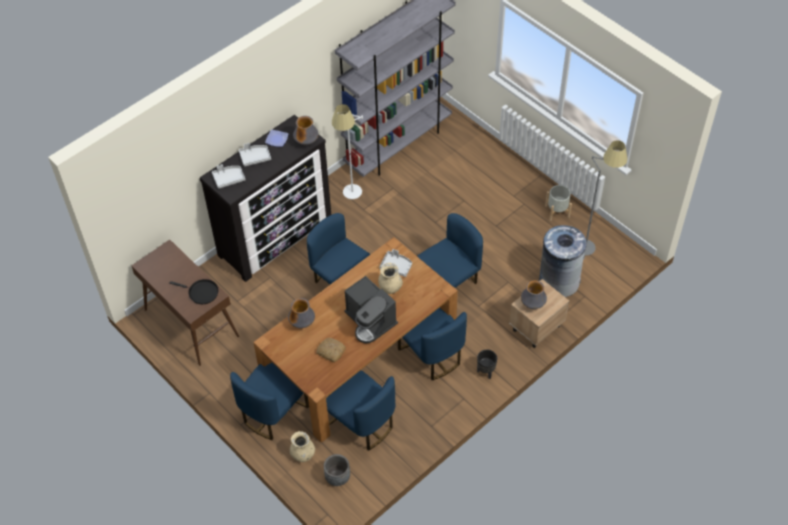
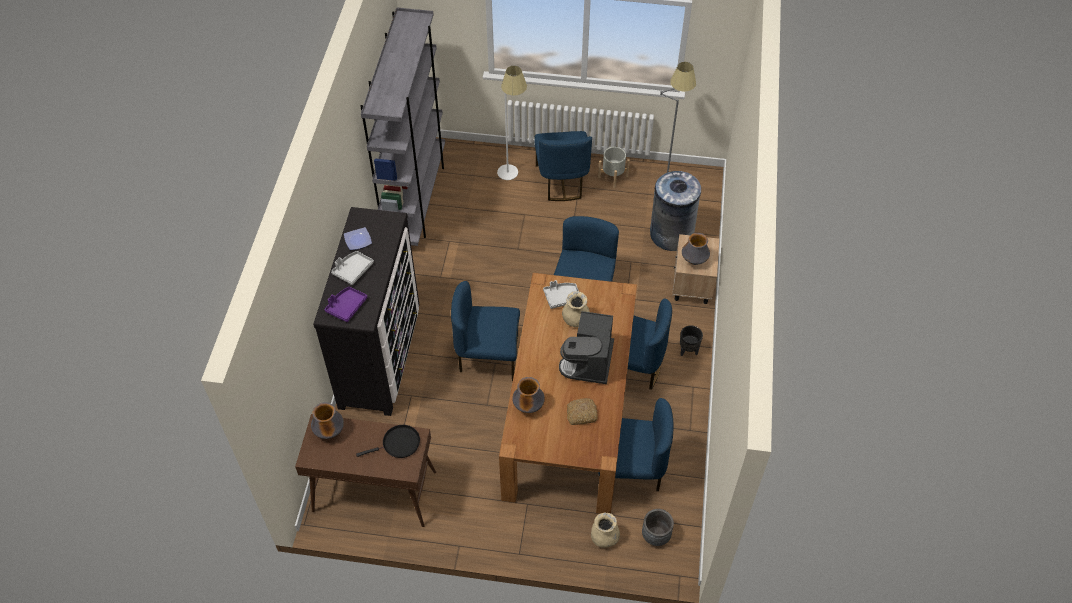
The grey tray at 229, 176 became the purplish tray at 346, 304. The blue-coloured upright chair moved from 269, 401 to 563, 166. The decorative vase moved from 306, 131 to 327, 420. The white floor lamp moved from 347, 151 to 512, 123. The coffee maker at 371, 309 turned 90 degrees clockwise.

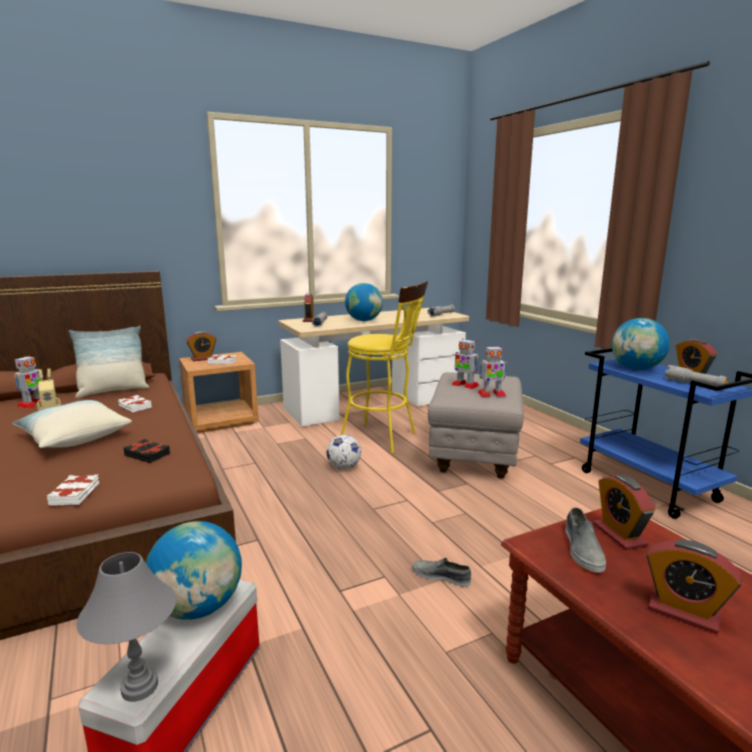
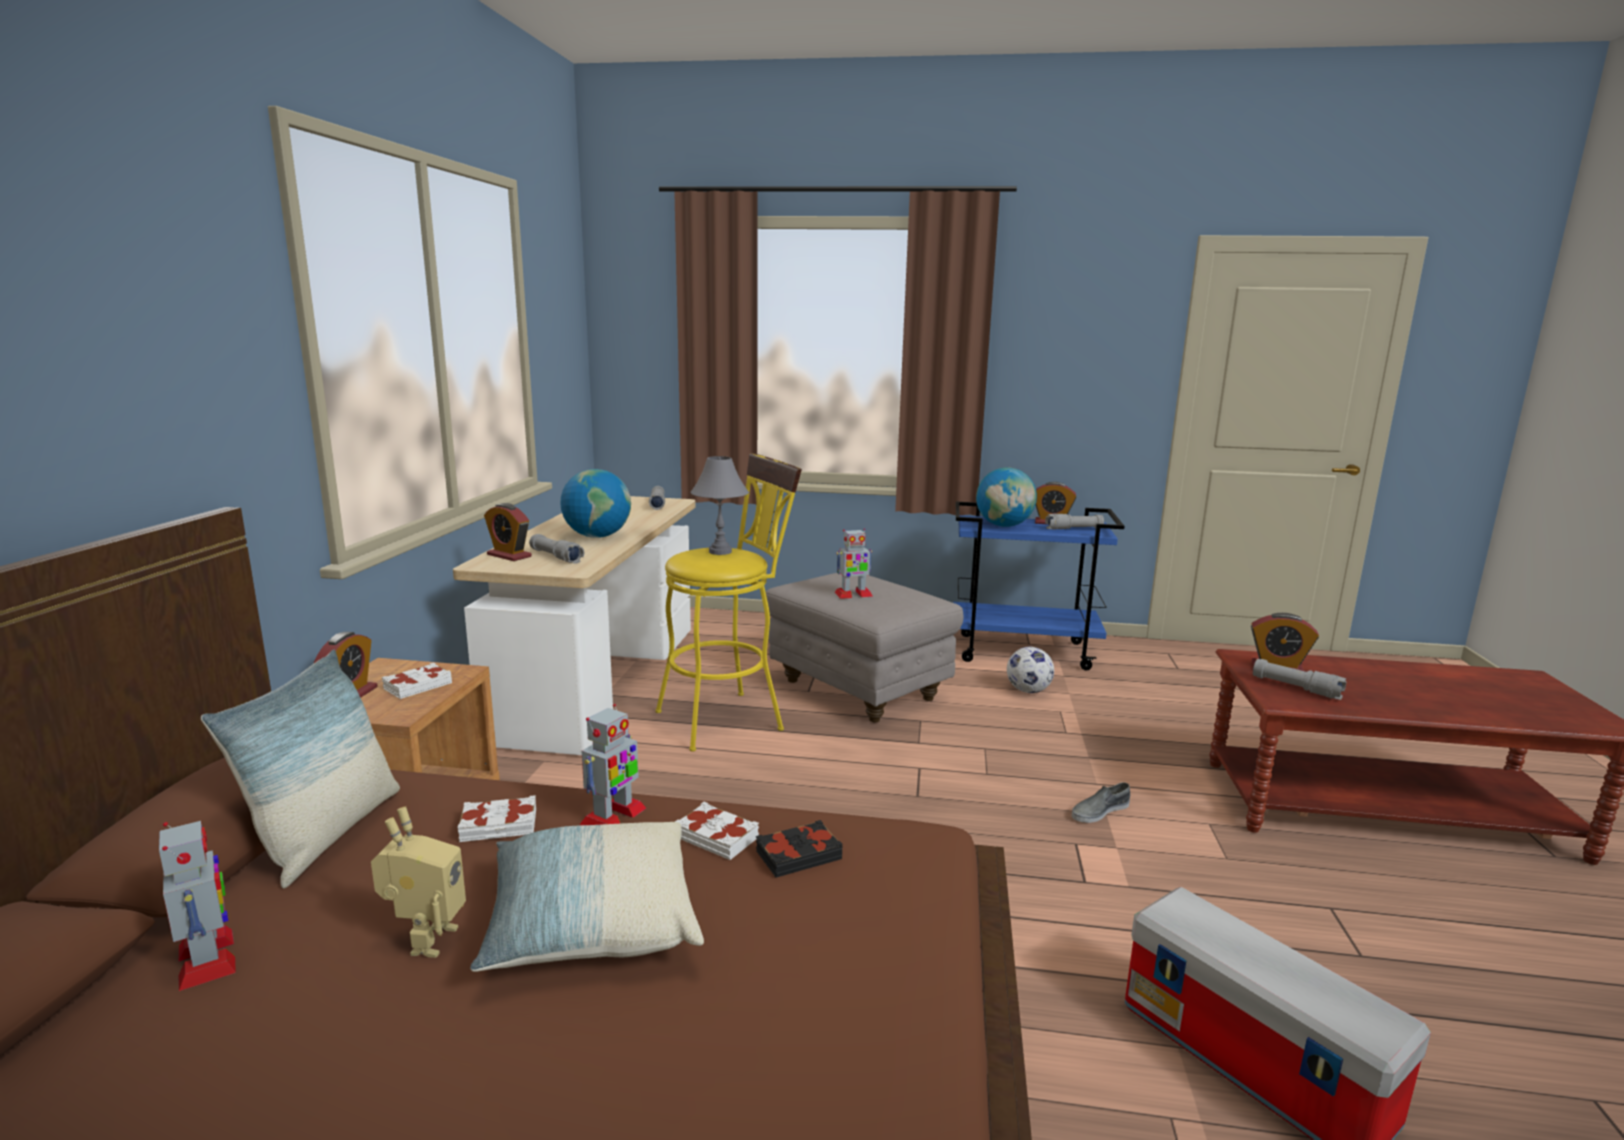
The white bound book moved from 73, 490 to 717, 831. The grey table lamp moved from 126, 627 to 720, 505. The desk globe at 194, 570 disappeared. The football moved from 344, 452 to 1030, 670. The robot figure moved from 492, 371 to 612, 764. The grey item of footwear at 585, 540 was replaced by the grey hand torch at 1299, 679. The table clock at 694, 587 disappeared.

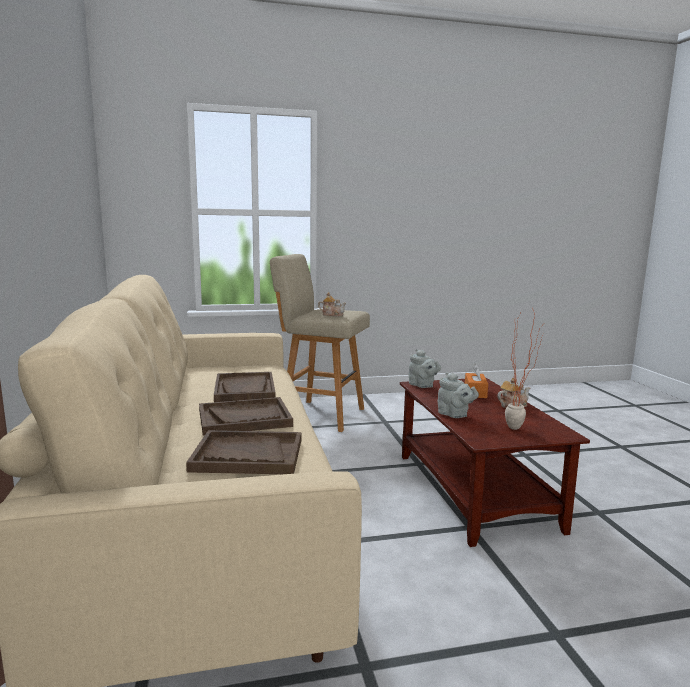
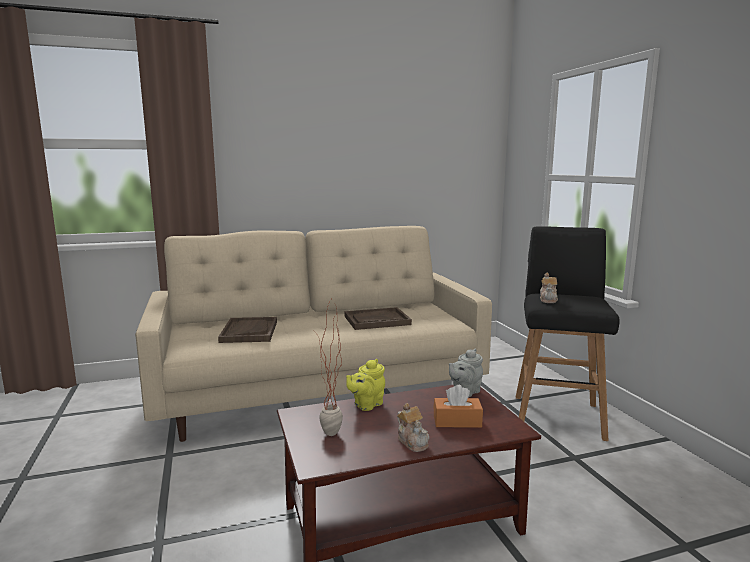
The brown-coloured tray at 246, 416 disappeared. The beige-coloured stool seat at 320, 343 became the blackish stool seat at 568, 333. The grey tea pot at 458, 395 became the yellowish tea pot at 365, 385.

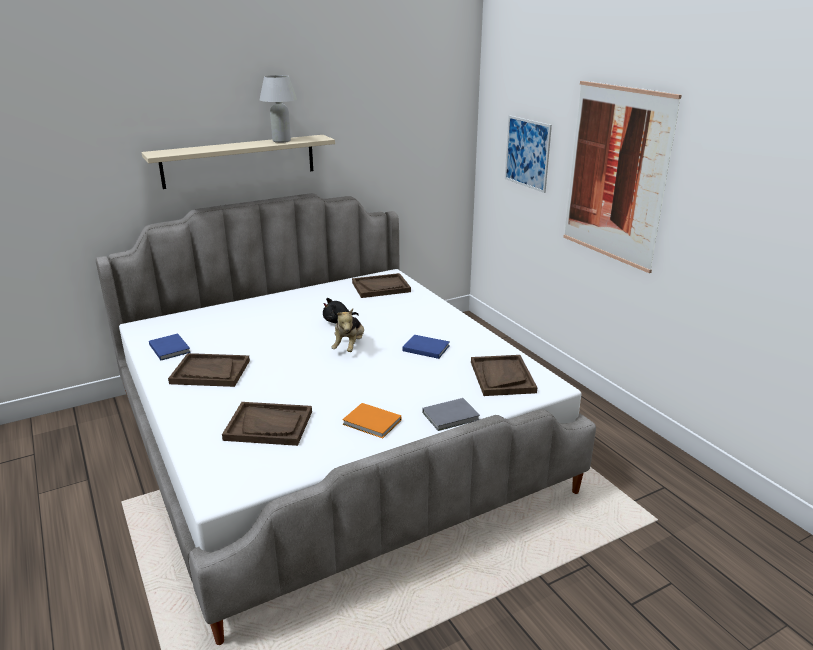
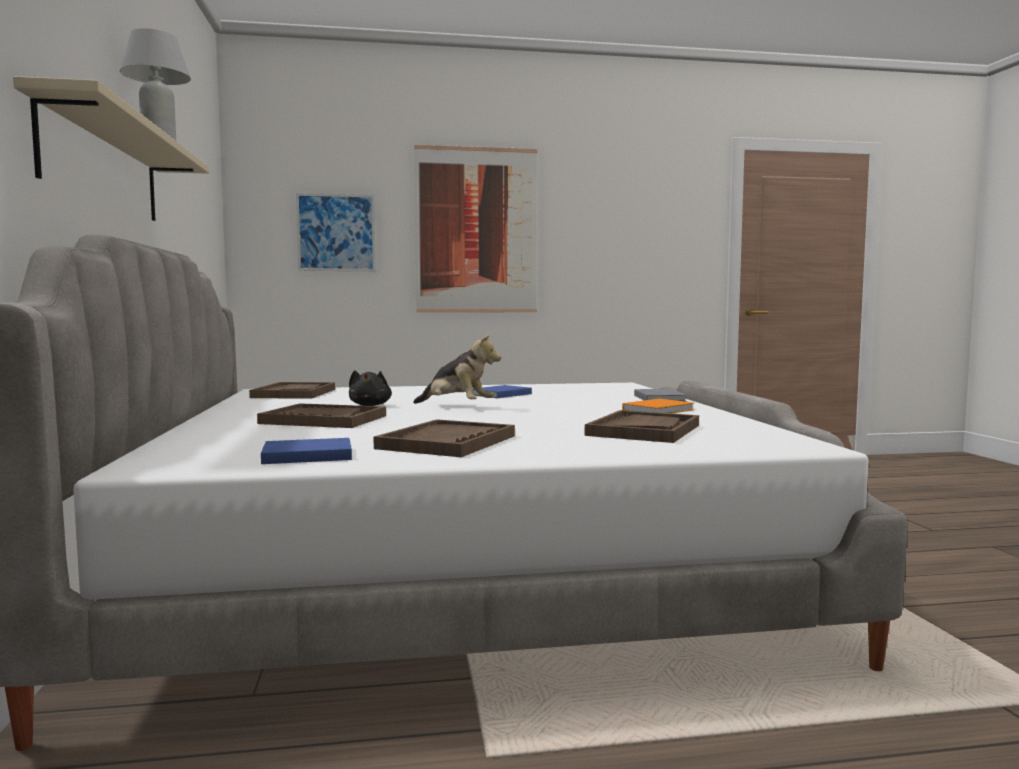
The brown-coloured tray moved from 504, 375 to 321, 415.

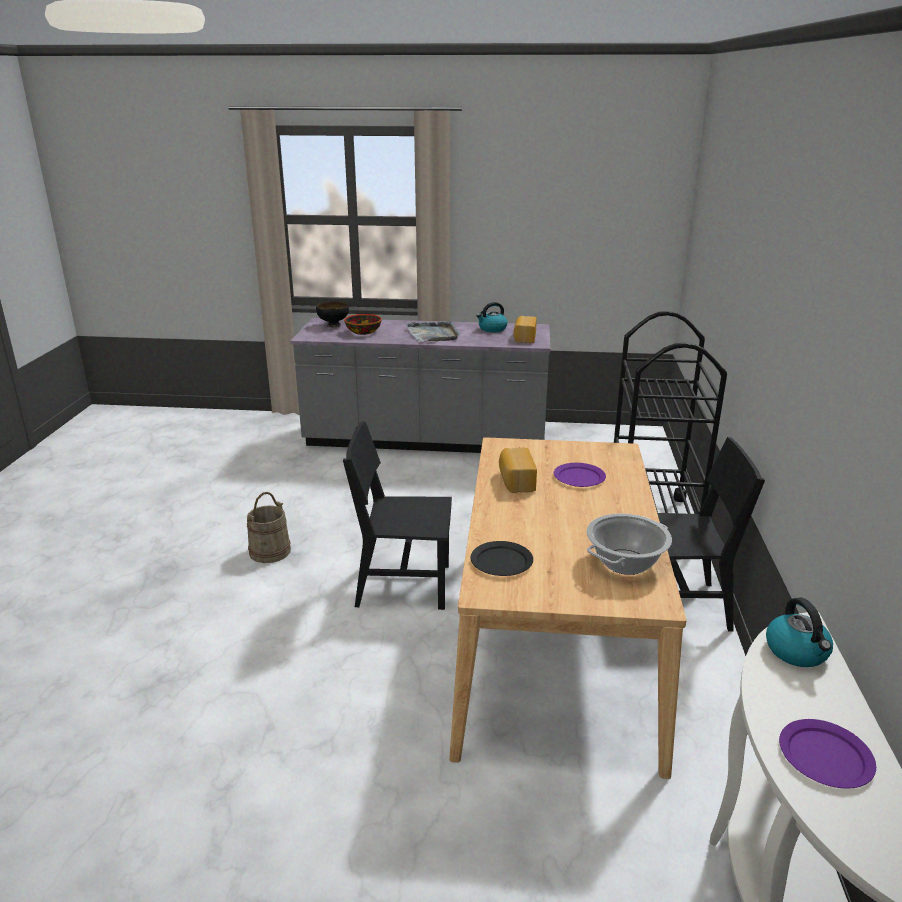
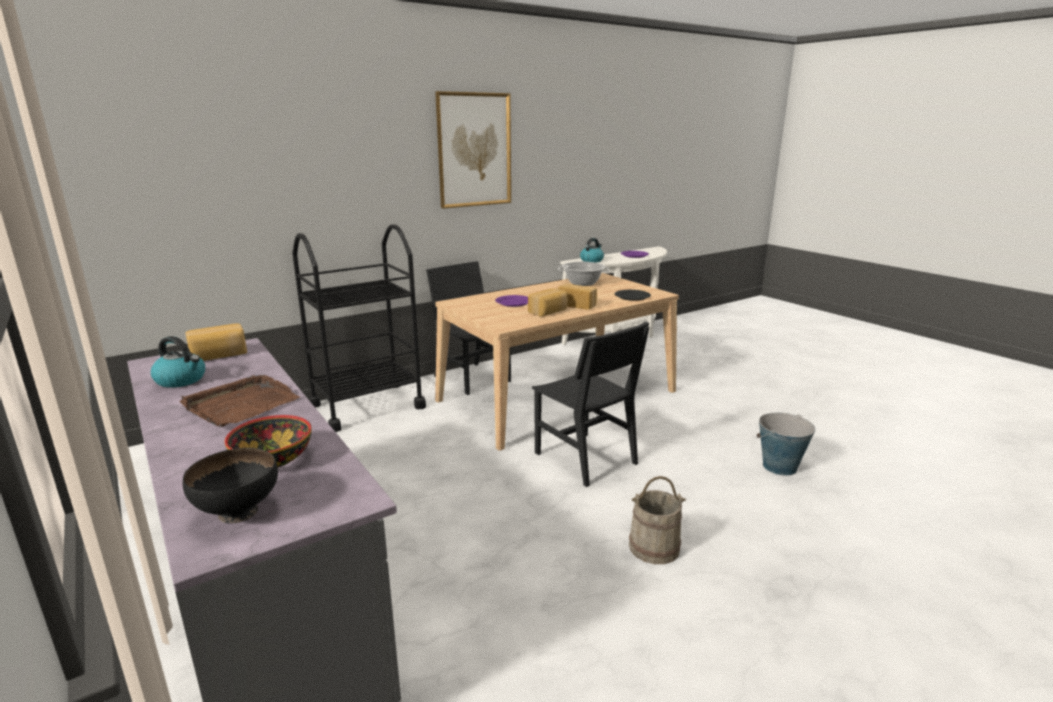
The grey tray at 433, 331 became the brown-coloured tray at 239, 401. The wall picture at 473, 150 appeared. The bakery bread at 577, 296 appeared. The pail at 786, 444 appeared.

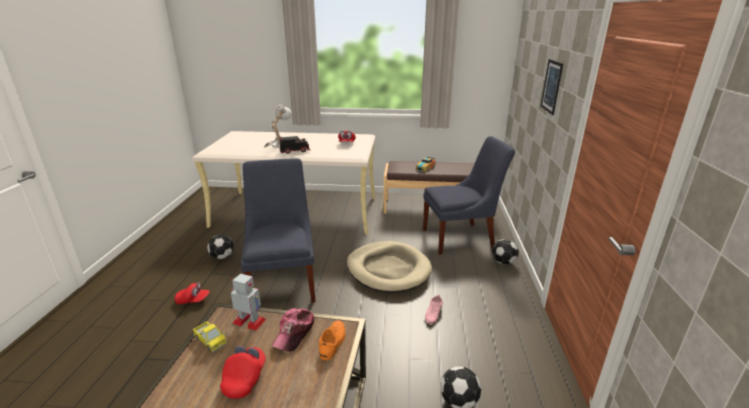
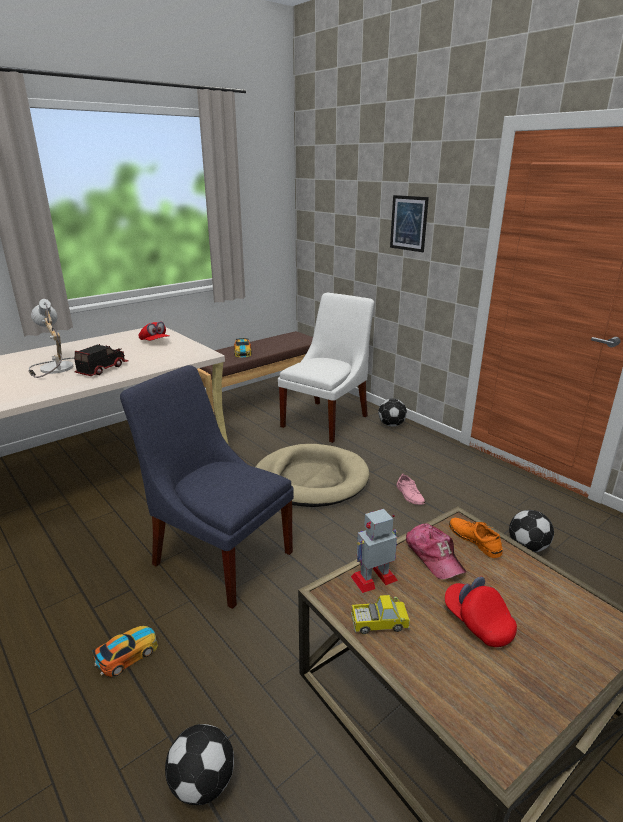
The reddish cap at 192, 293 was replaced by the toy car at 125, 651. The football moved from 220, 246 to 199, 764. The blue-coloured upright chair at 469, 195 became the white upright chair at 326, 368.

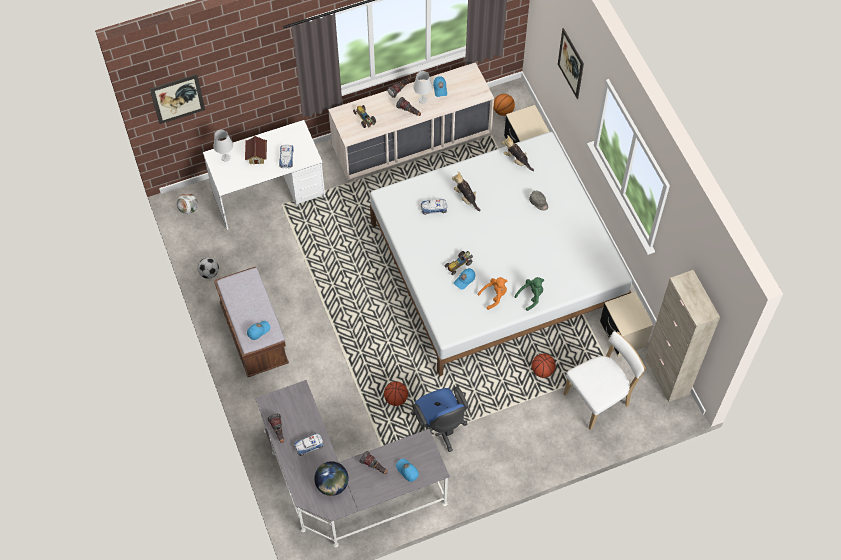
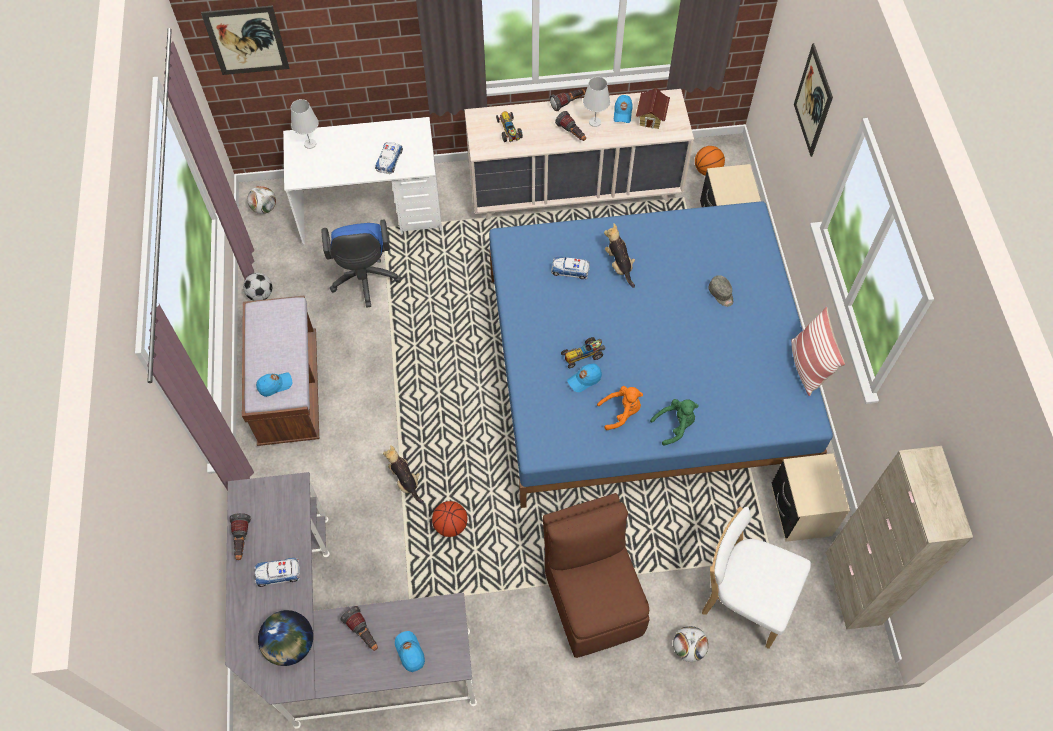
The miniature house moved from 256, 150 to 653, 108. The white bedroom bed at 501, 254 became the blue-coloured bedroom bed at 661, 354. The blue-coloured office chair moved from 440, 419 to 362, 263. The cuddly toy moved from 518, 153 to 403, 474. The ball for basketball at 543, 366 disappeared. The white upright chair at 604, 380 turned 135 degrees counterclockwise. The brown-coloured upright chair at 596, 575 appeared. The football at 691, 644 appeared. The pillow at 818, 351 appeared.

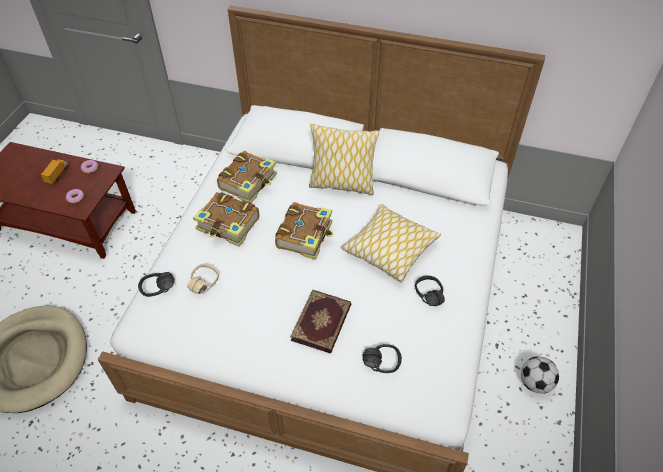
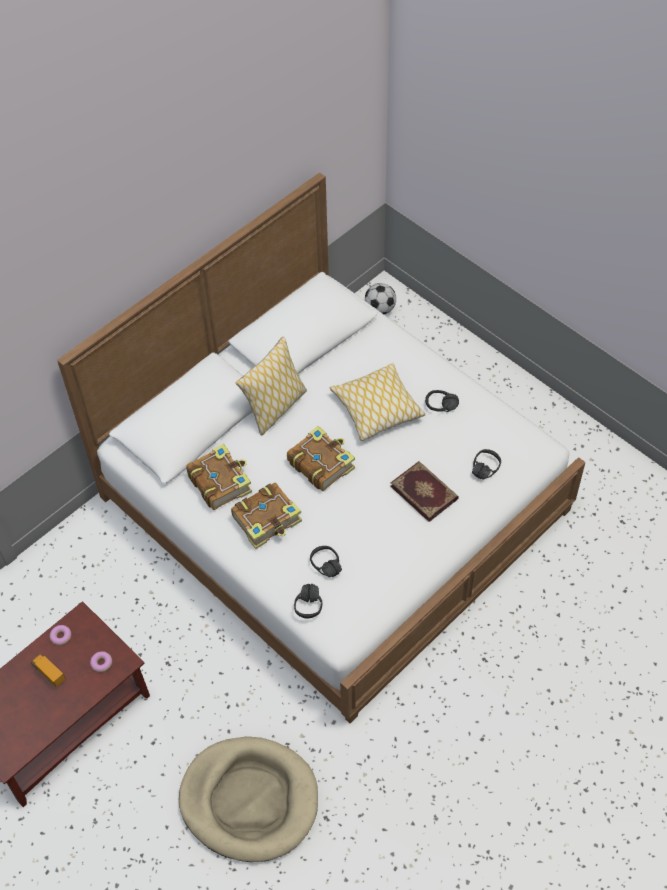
The beige-coloured pair of headphones at 203, 278 became the blackish pair of headphones at 326, 561. The football moved from 540, 375 to 380, 299.

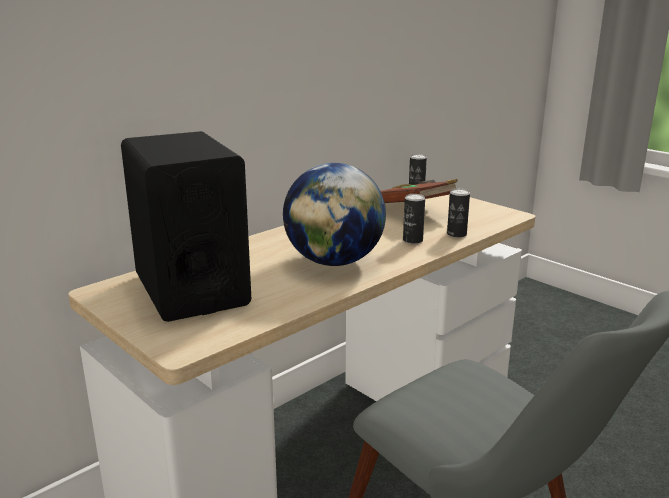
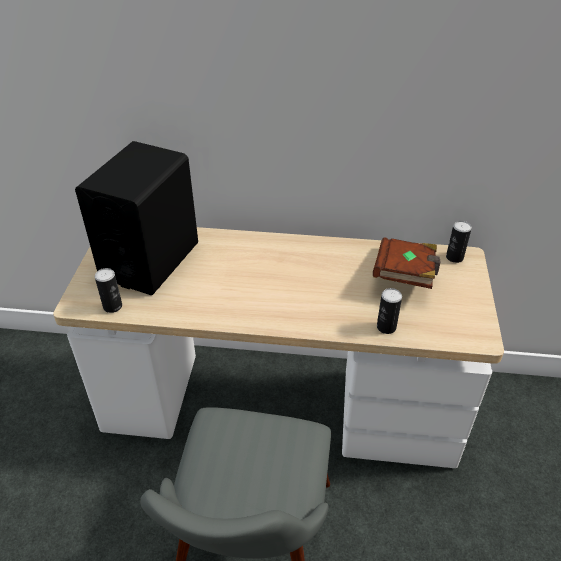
The desk globe at 334, 214 disappeared. The can moved from 414, 219 to 108, 290.

